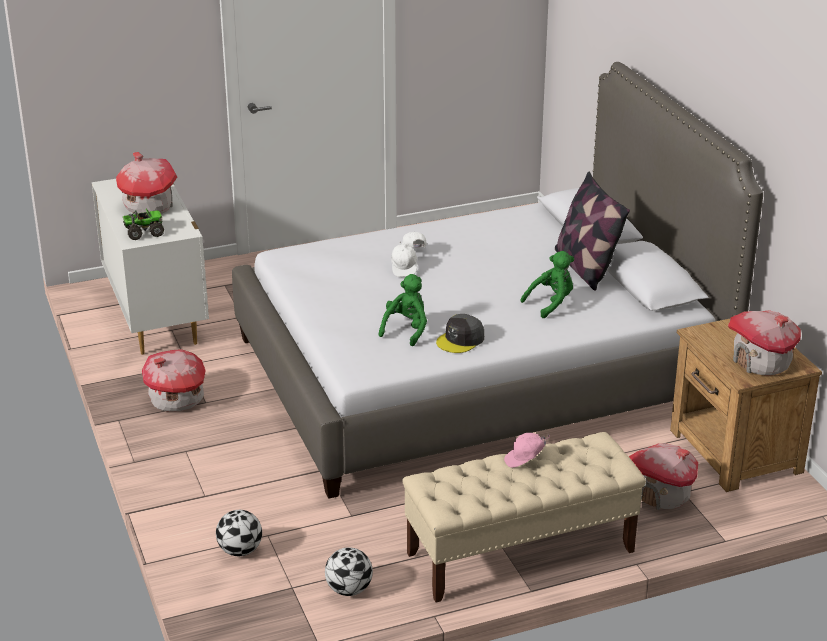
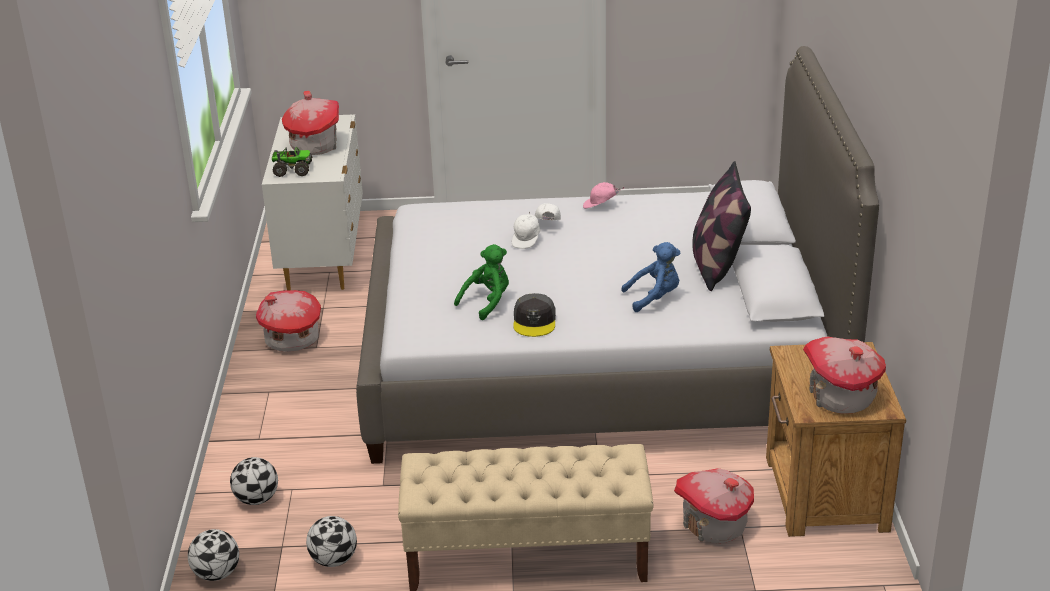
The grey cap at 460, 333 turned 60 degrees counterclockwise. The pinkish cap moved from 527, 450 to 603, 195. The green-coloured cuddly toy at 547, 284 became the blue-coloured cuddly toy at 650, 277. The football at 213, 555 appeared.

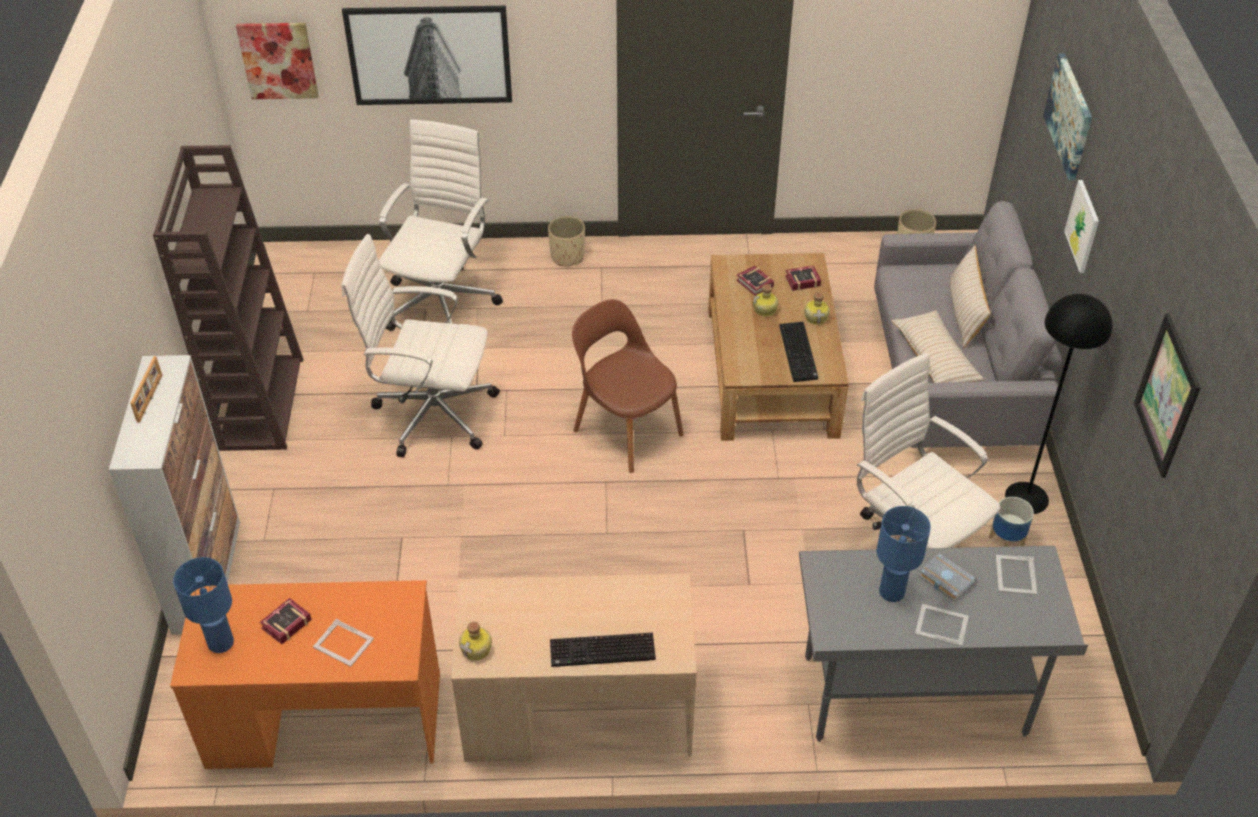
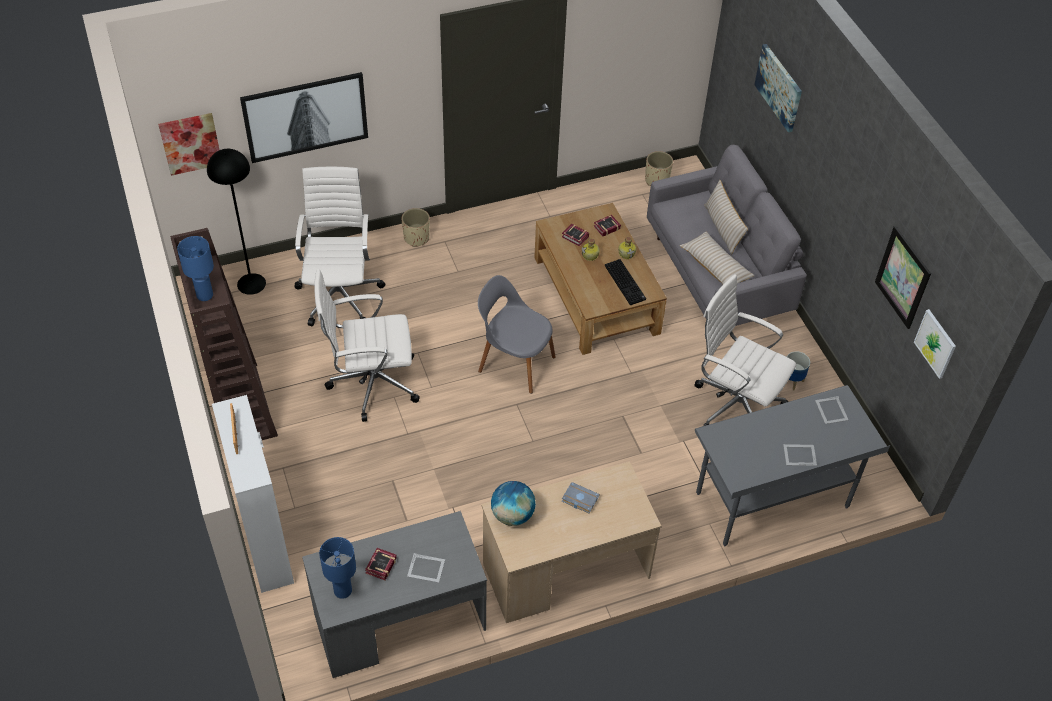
The orangey desk table at 305, 674 became the grey desk table at 394, 594. The drink bottle at 475, 641 disappeared. The computer keyboard at 603, 650 disappeared. The brown-coloured upright chair at 628, 386 became the grey upright chair at 517, 334. The blue-coloured table lamp moved from 904, 554 to 195, 268. The grey bound book moved from 947, 577 to 581, 497. The blackish floor lamp moved from 1059, 404 to 236, 222. The wall picture moved from 1081, 226 to 935, 344. The desk globe at 513, 503 appeared.

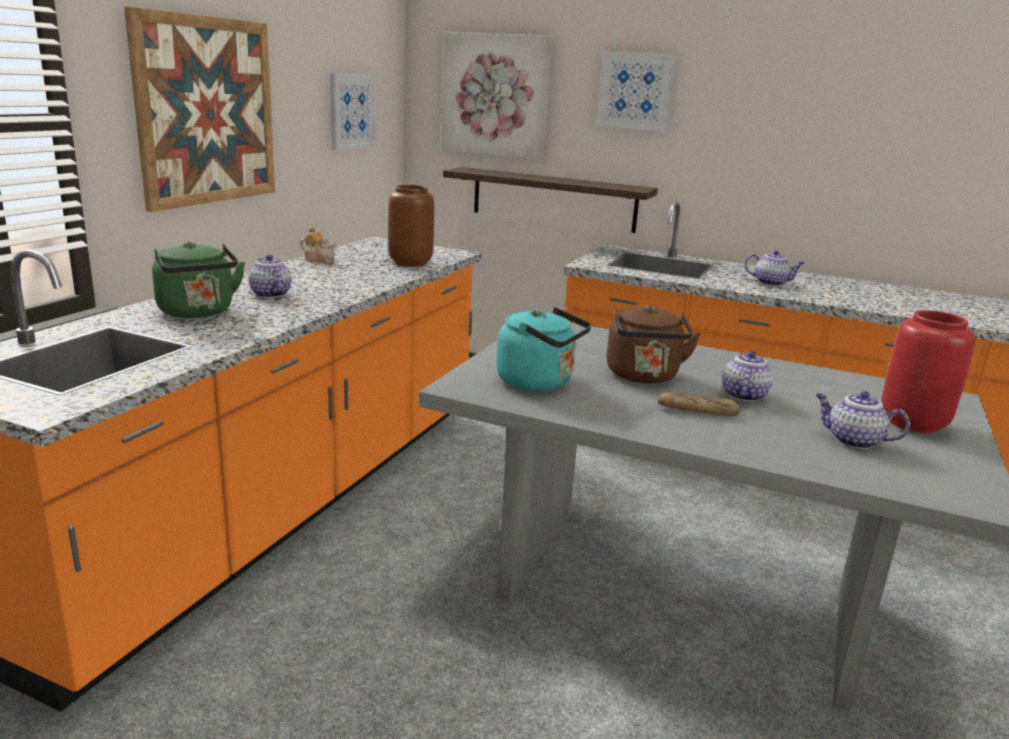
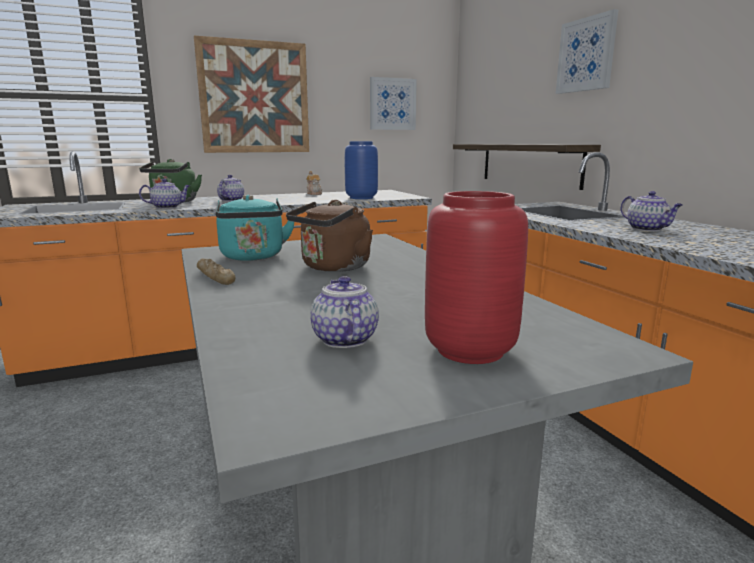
The brown-coloured decorative vase at 411, 226 became the blue-coloured decorative vase at 361, 170. The wall picture at 497, 96 disappeared. The bakery bread moved from 699, 404 to 216, 271. The tea pot moved from 747, 376 to 164, 194.

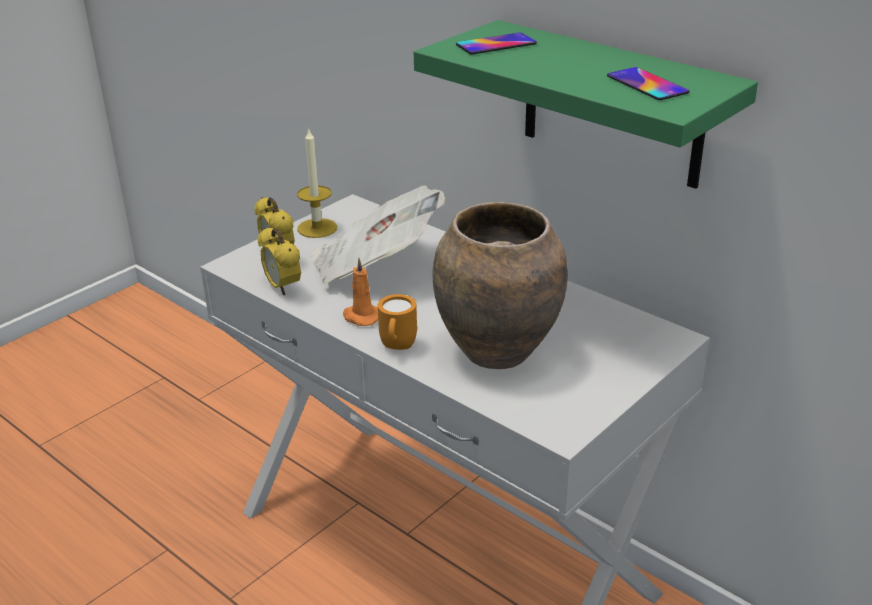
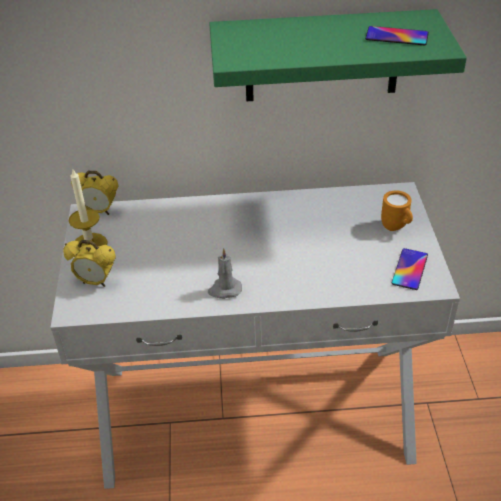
The table clock moved from 279, 261 to 95, 193. The printed paper at 378, 235 disappeared. The orangey wax light at 360, 292 became the grey wax light at 225, 273. The orangey mug moved from 397, 322 to 397, 210. The brown-coloured decorative vase at 500, 285 disappeared. The phone moved from 496, 43 to 410, 269.

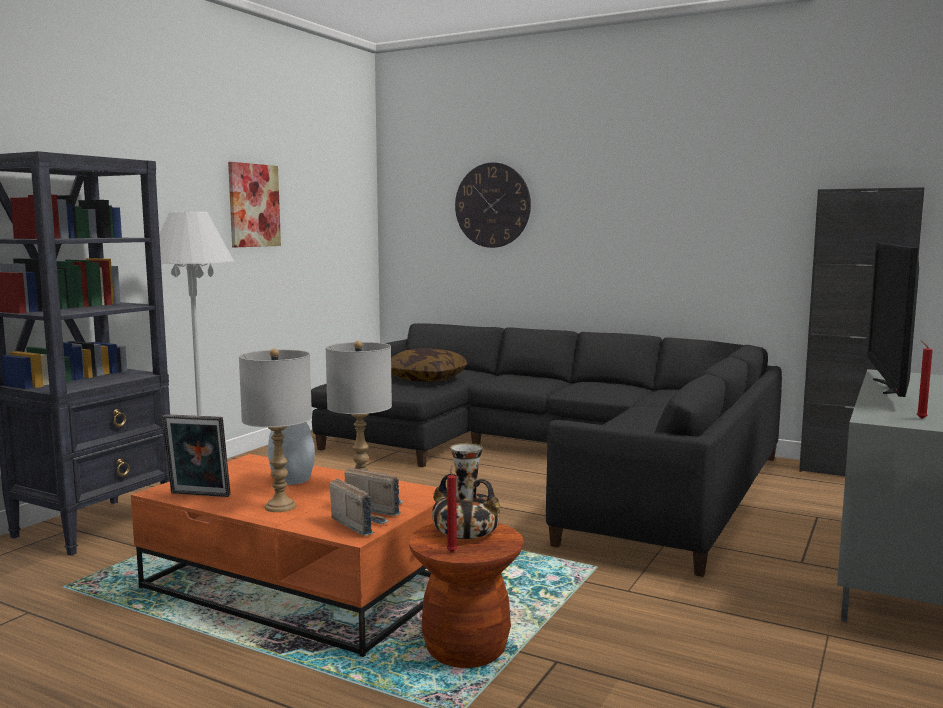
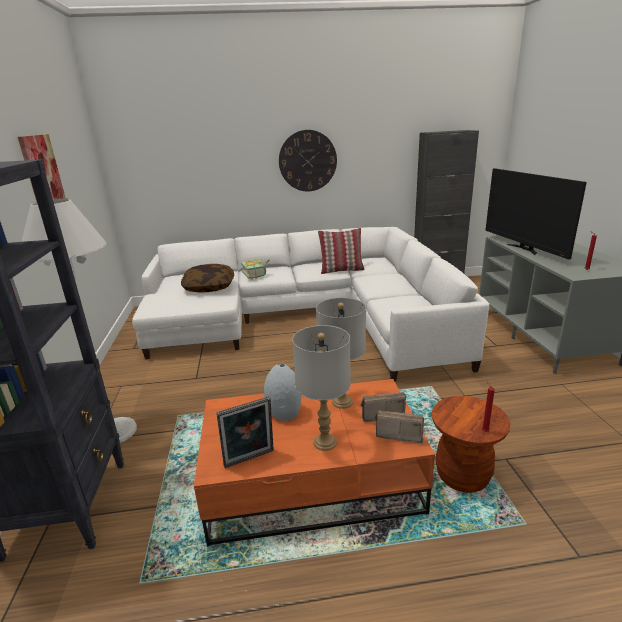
The blackish settee at 546, 450 became the white settee at 310, 304. The decorative vase at 466, 491 disappeared. The wall clock moved from 493, 205 to 308, 160. The bound book at 255, 269 appeared. The pillow at 341, 251 appeared.

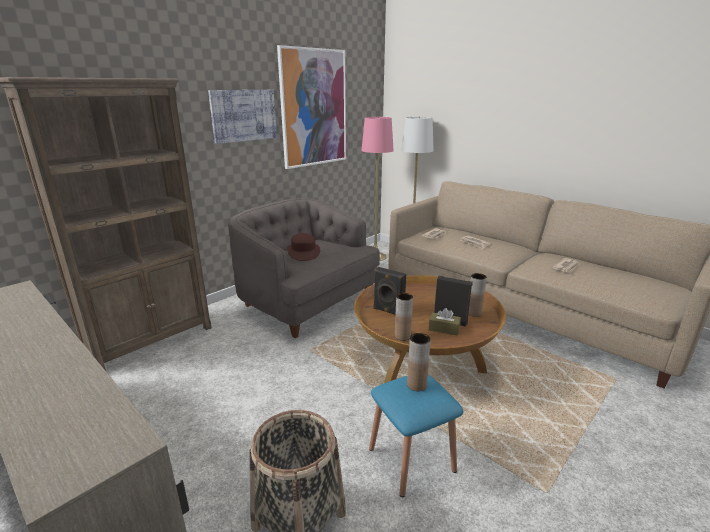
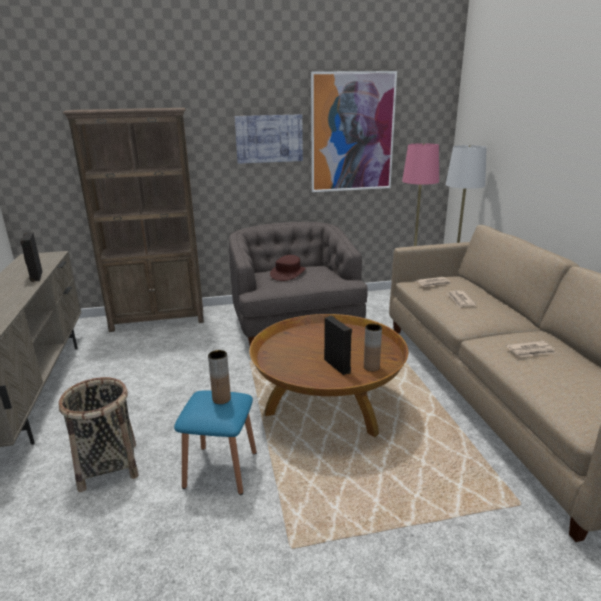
The blackish speaker moved from 389, 291 to 31, 257. The brown-coloured decorative vase at 404, 317 disappeared. The brown-coloured tissue holder at 445, 322 disappeared.

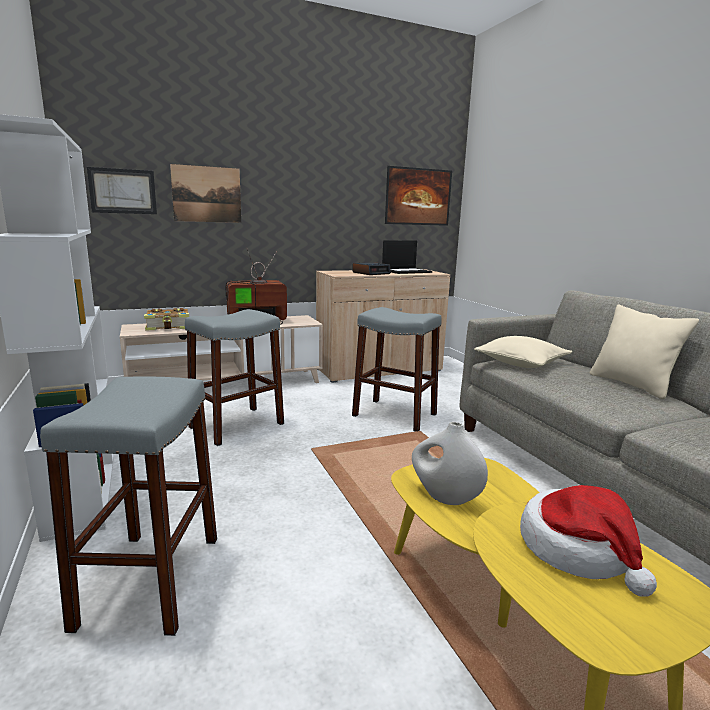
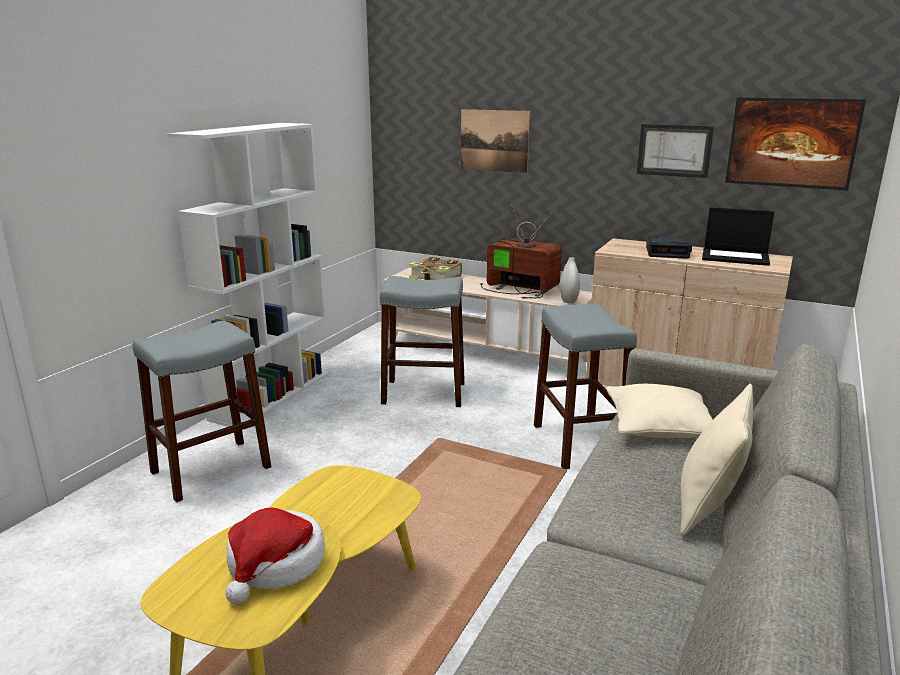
The wall picture moved from 122, 190 to 675, 151. The white decorative vase moved from 450, 463 to 569, 280.

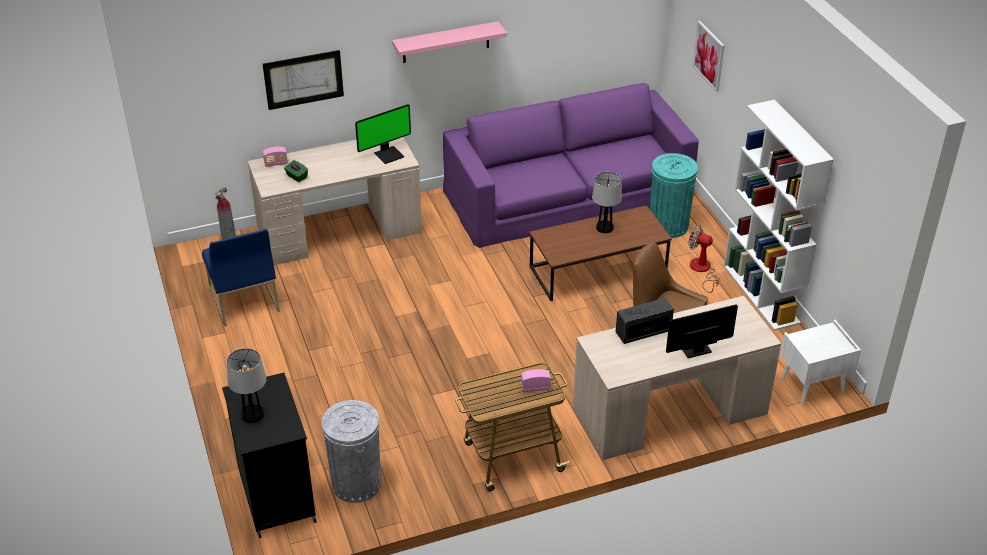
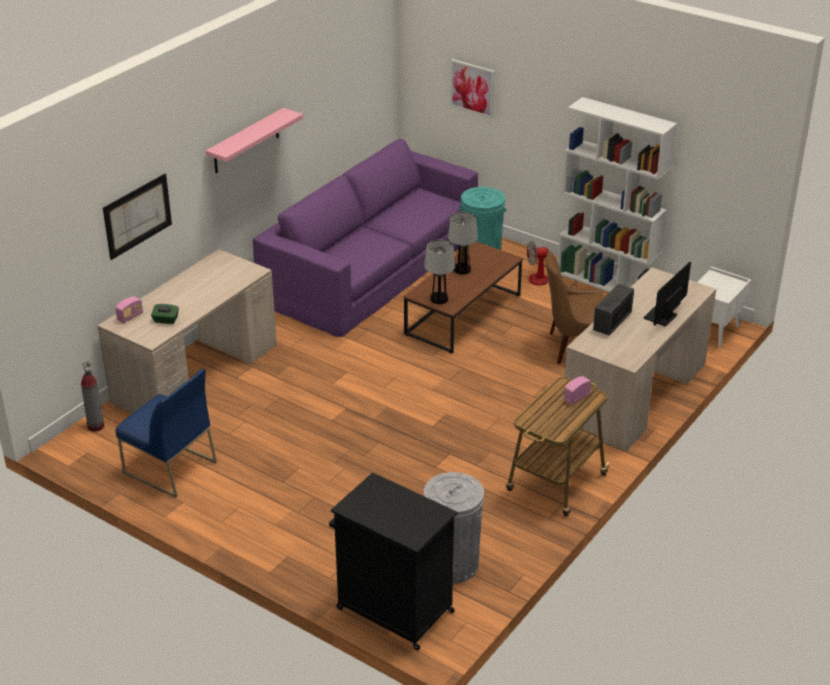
The table lamp moved from 246, 385 to 439, 272. The monitor at 383, 134 disappeared.

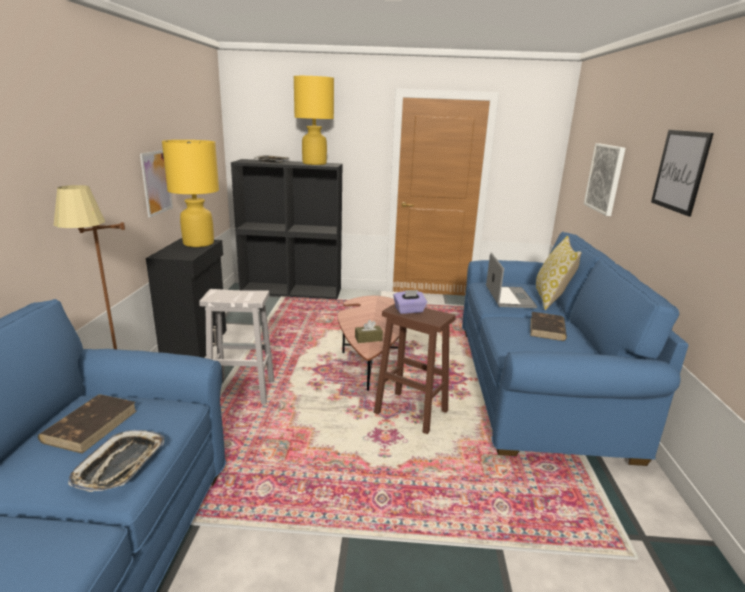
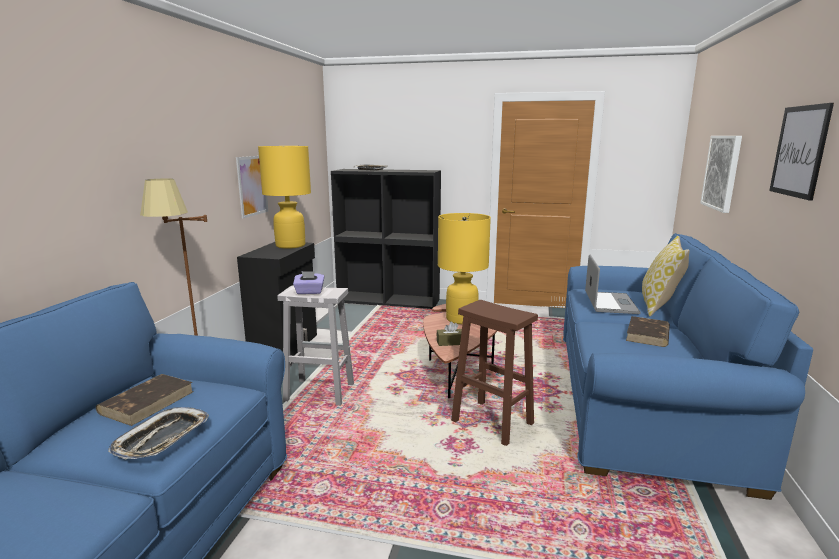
The yellowish table lamp moved from 314, 120 to 464, 268. The purplish tissue holder moved from 410, 302 to 309, 282.

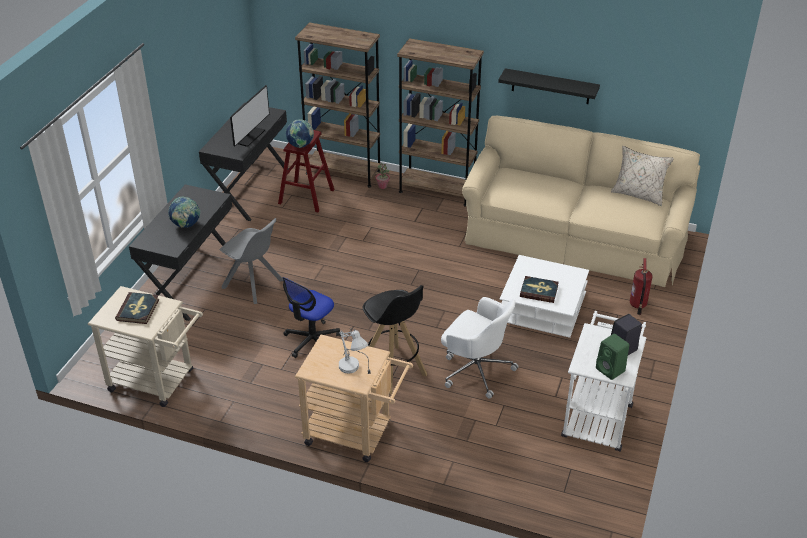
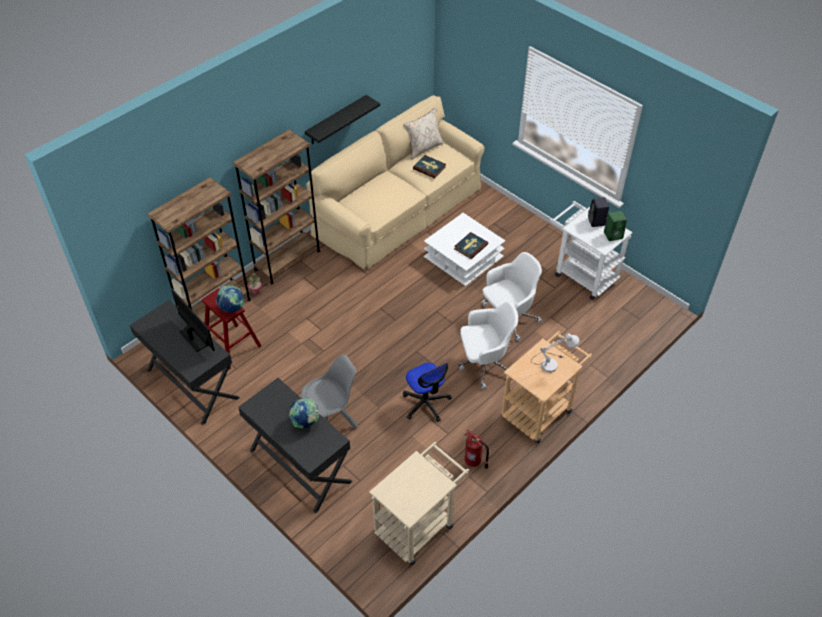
The bound book moved from 137, 308 to 429, 166. The blackish stool seat at 394, 339 was replaced by the white office chair at 488, 345. The fire extinguisher moved from 641, 286 to 476, 449.

